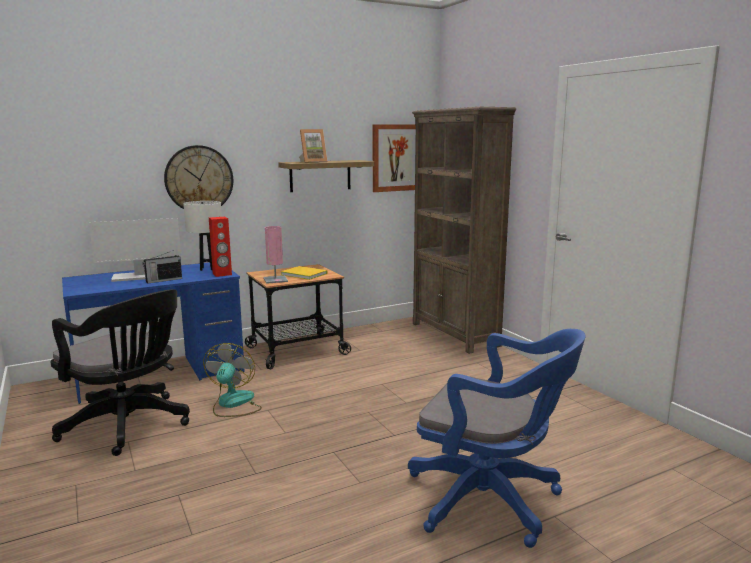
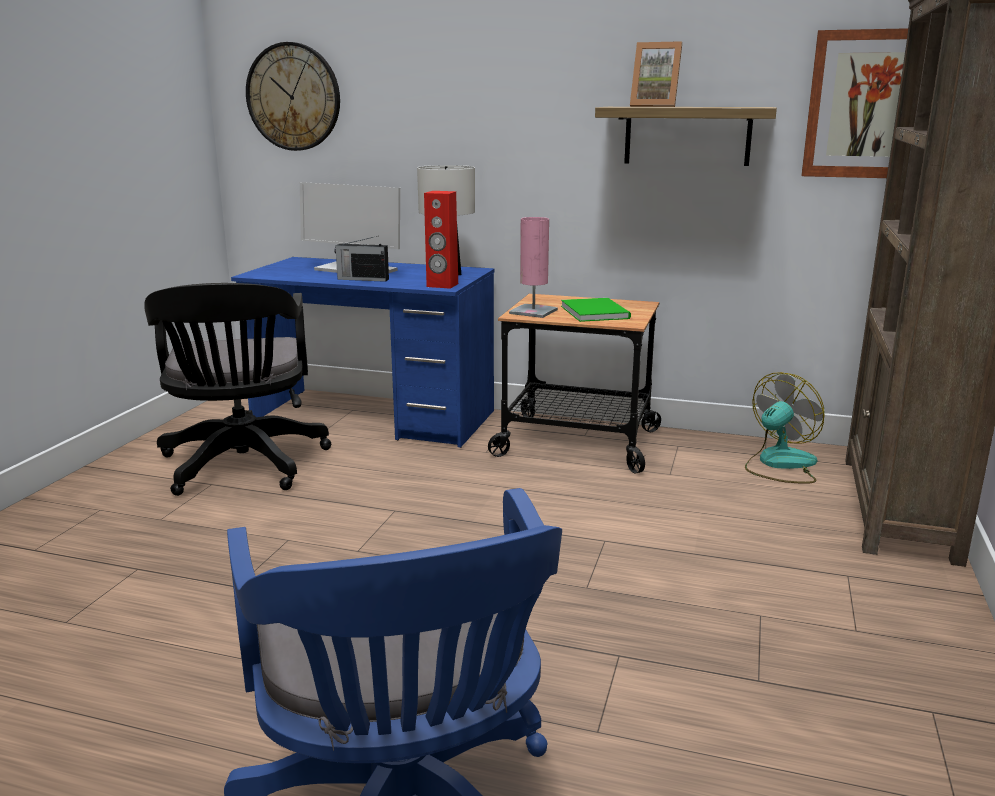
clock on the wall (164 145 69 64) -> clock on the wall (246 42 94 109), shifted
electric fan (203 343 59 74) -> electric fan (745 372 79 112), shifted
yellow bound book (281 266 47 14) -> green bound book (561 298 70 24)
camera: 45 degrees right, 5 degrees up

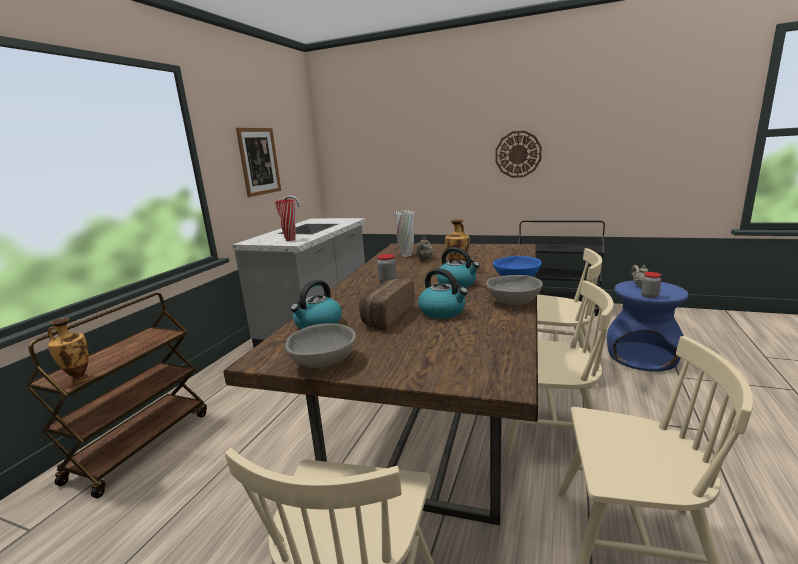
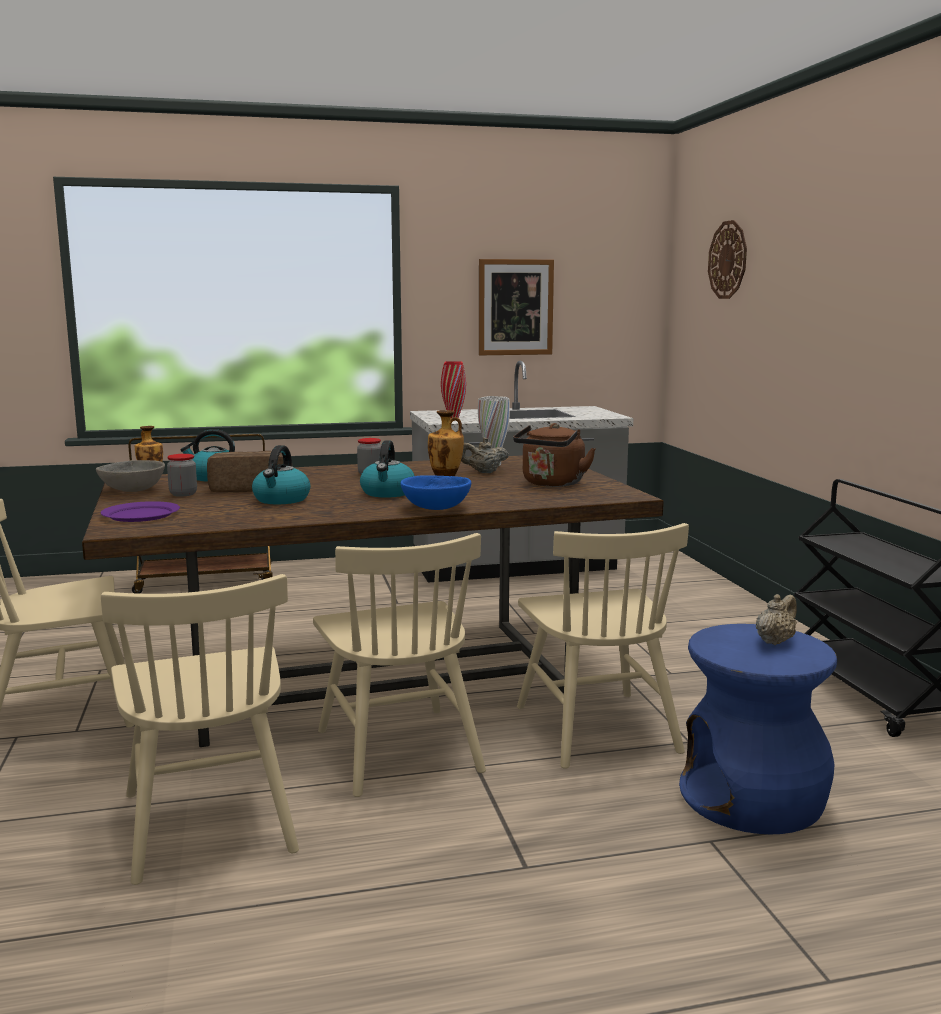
greyish serving bowl (486 275 57 30) -> none
none -> purple-coloured flat dish (101 501 79 21)
none -> brown-coloured kettle (513 423 83 64)
clock on the wall (495 131 47 47) -> clock on the wall (708 220 39 79), shifted
preserve jar (641 272 20 26) -> preserve jar (167 454 30 43), shifted
camera: 55 degrees right, 5 degrees down

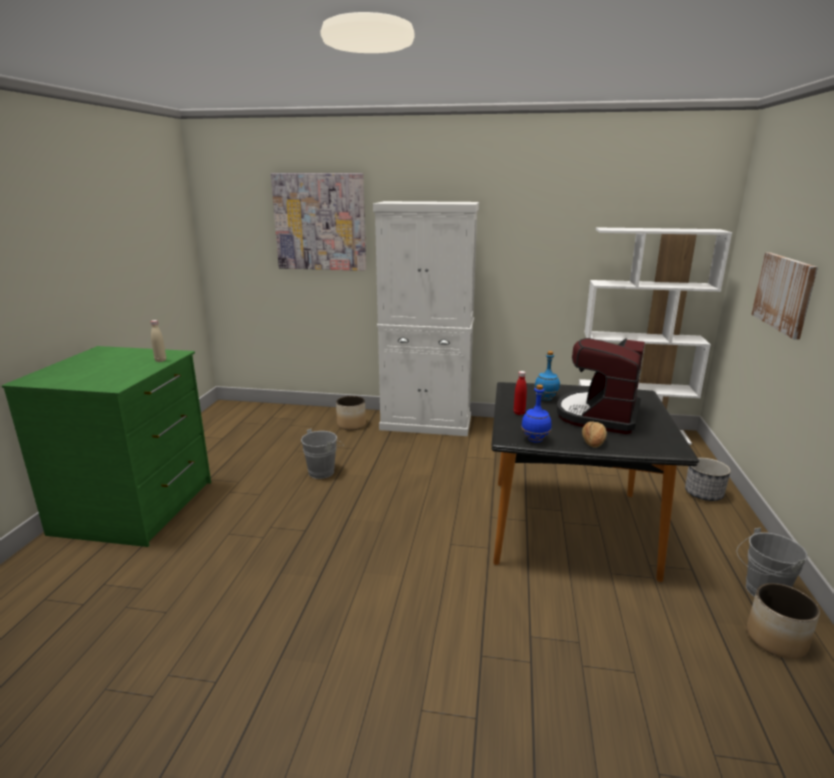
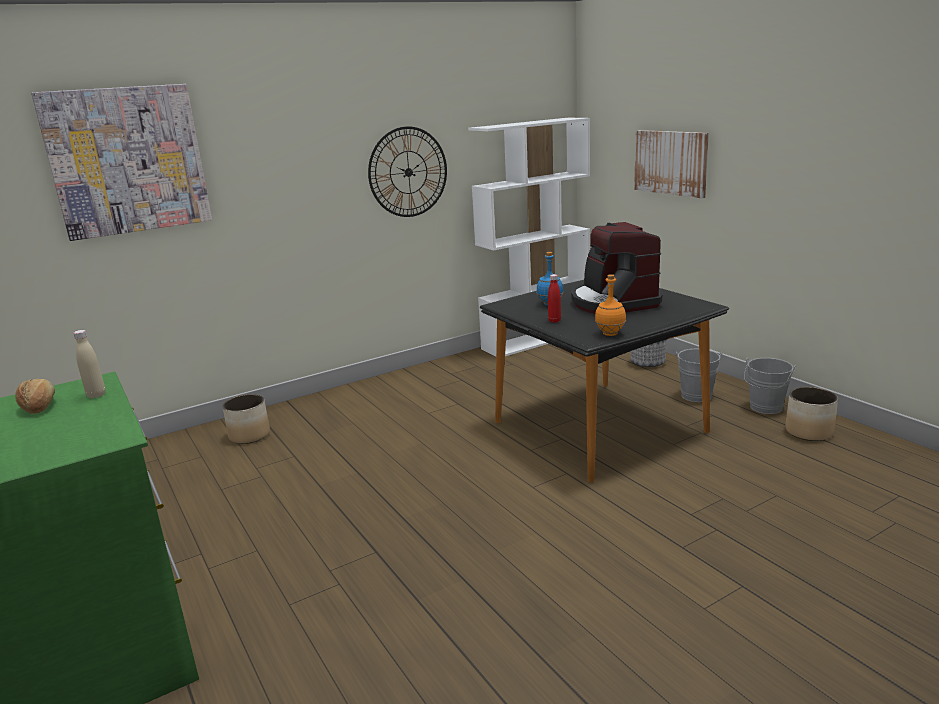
white-coloured cupboard (373 201 106 235) -> none
none -> clock on the wall (368 126 79 91)
greyish pail (301 429 43 50) -> greyish pail (676 349 46 53), shifted
bakery bread (582 421 25 27) -> bakery bread (15 379 40 35), shifted
bluish bottle (521 384 30 59) -> orange bottle (595 274 31 62)
camera: 40 degrees left, 0 degrees up

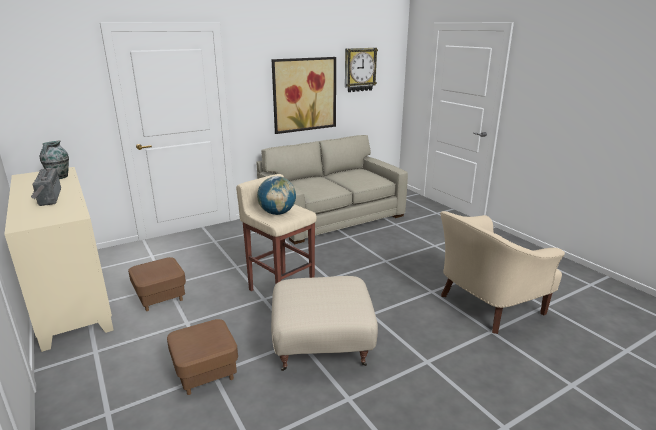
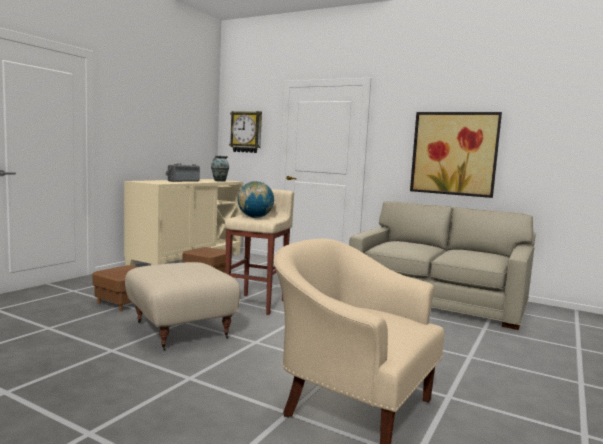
clock on the wall (345 48 33 44) -> clock on the wall (229 111 33 42), shifted
camera: 60 degrees right, 15 degrees down

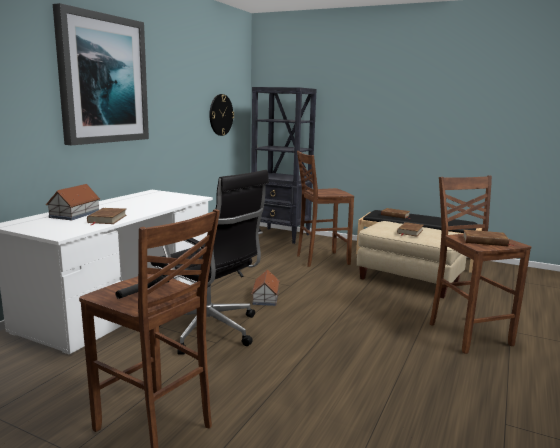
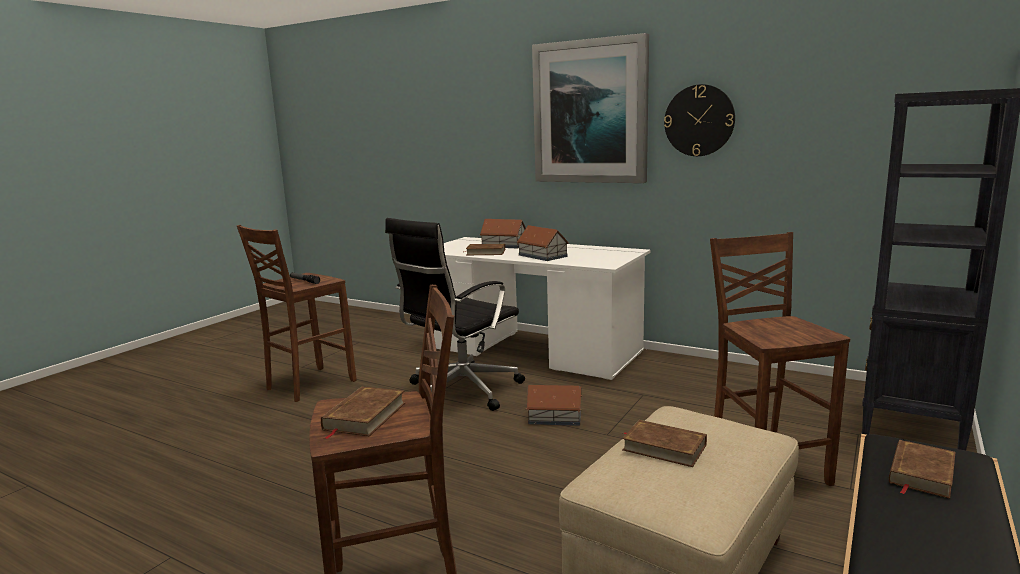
none -> model house (517 225 52 36)
clock on the wall (210 94 24 42) -> clock on the wall (664 84 71 72), shifted
camera: 95 degrees right, 0 degrees up

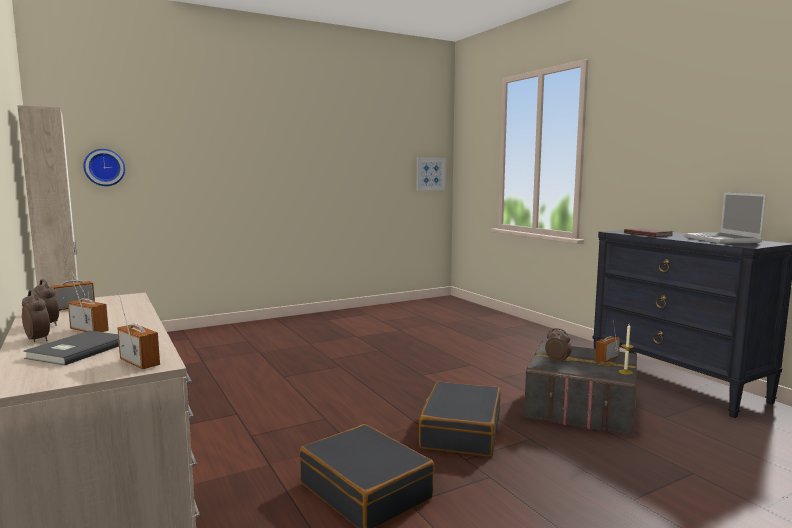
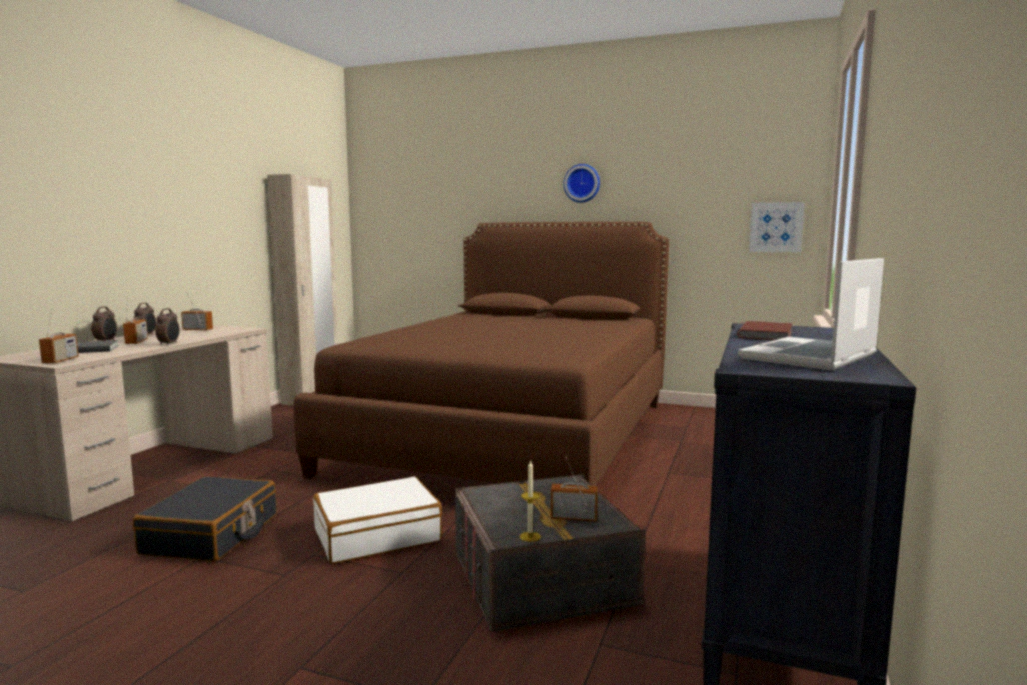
none -> brown-coloured bed (293 222 376 264)
clock on the wall (83 149 42 37) -> clock on the wall (564 164 36 39), shifted
table clock (545 328 27 35) -> table clock (155 308 24 38), shifted
black-coloured piece of luggage (419 382 82 75) -> white-coloured piece of luggage (313 476 129 88)
camera: 50 degrees right, 0 degrees up

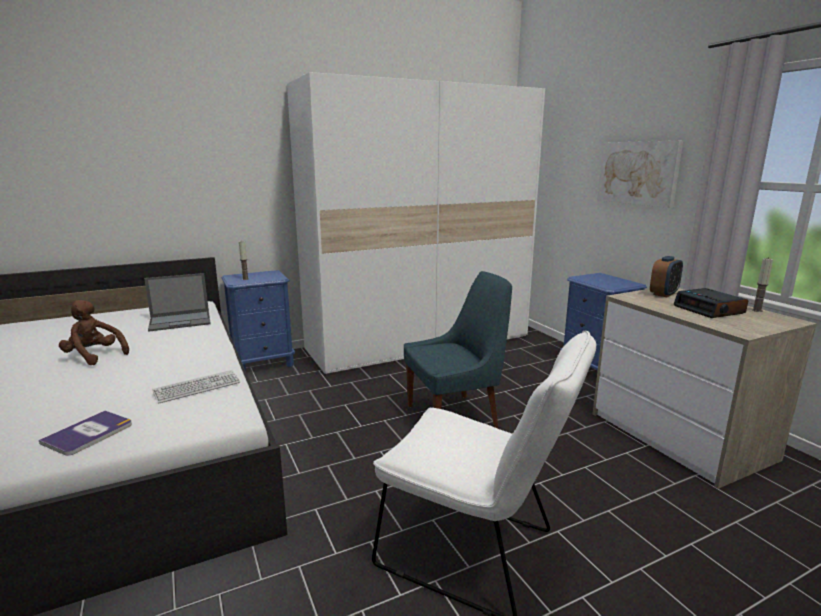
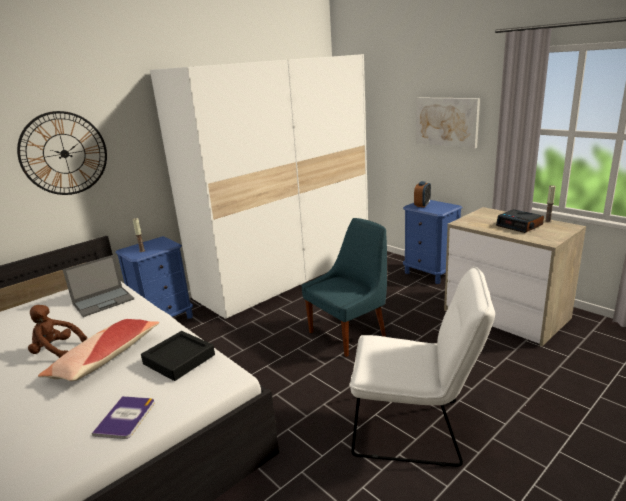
none -> clock on the wall (17 111 90 84)
none -> pillow (38 319 121 62)
table clock (650 256 33 41) -> table clock (414 181 17 26), shifted
keyboard (152 370 88 33) -> black-coloured carrying tray (141 331 74 50)
camera: 15 degrees left, 5 degrees up

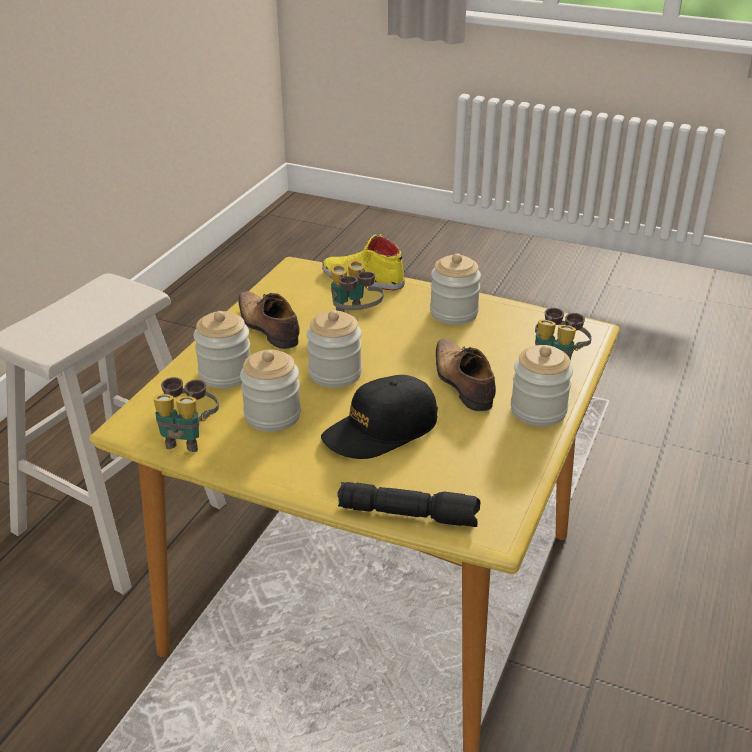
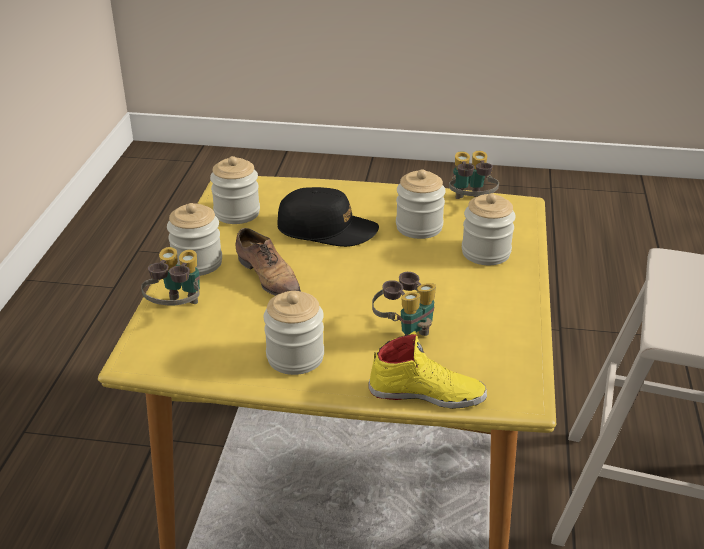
shoe (238 291 61 58) -> none
black-coloured hand torch (337 482 143 45) -> none
preserve jar (306 310 56 78) -> preserve jar (210 156 50 68), shifted
black-coloured peaked cap (321 375 117 84) -> black-coloured peaked cap (277 187 102 60), 60 degrees clockwise
camera: 165 degrees right, 0 degrees up

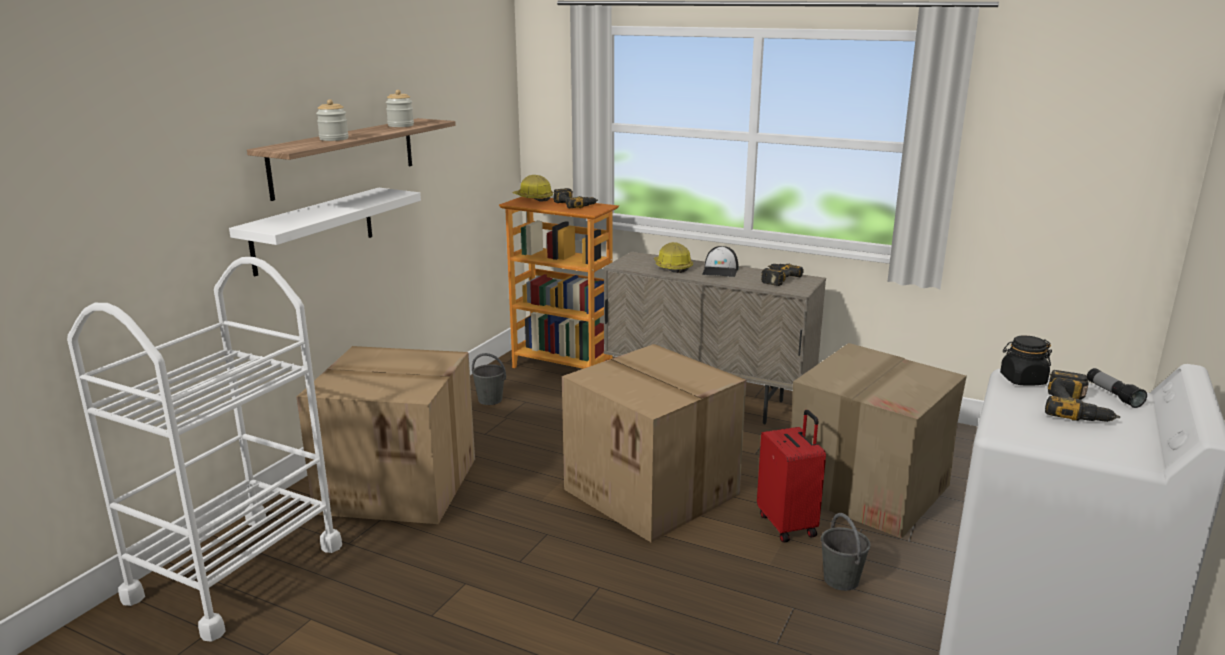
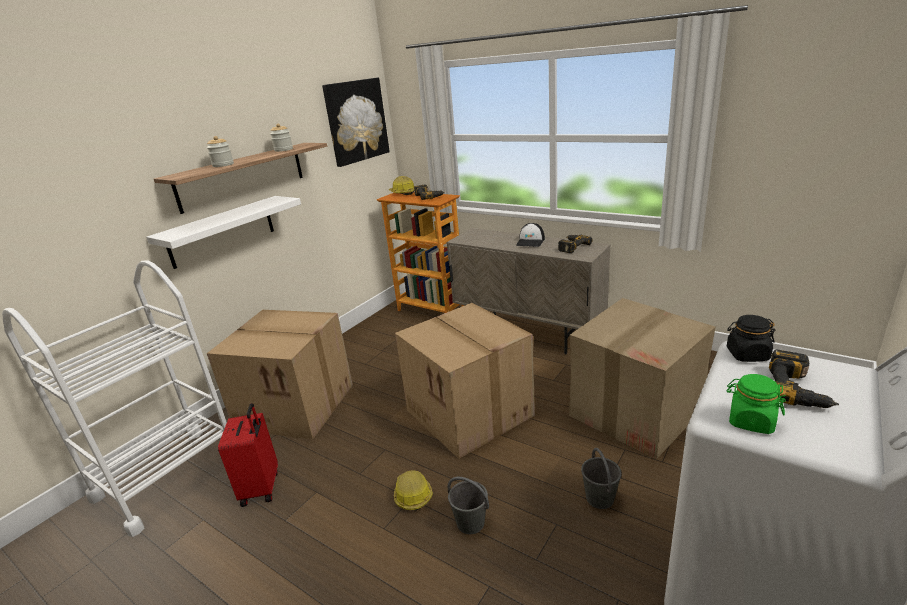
hand torch (1087 368 60 40) -> none
none -> wall art (322 78 68 89)
none -> green preserve jar (726 374 61 60)
greyish pail (472 353 34 52) -> greyish pail (448 477 41 57), shifted
safety helmet (654 242 39 31) -> safety helmet (394 470 39 41), shifted
red piece of luggage (757 410 69 133) -> red piece of luggage (218 403 60 104), shifted
camera: 10 degrees right, 5 degrees up

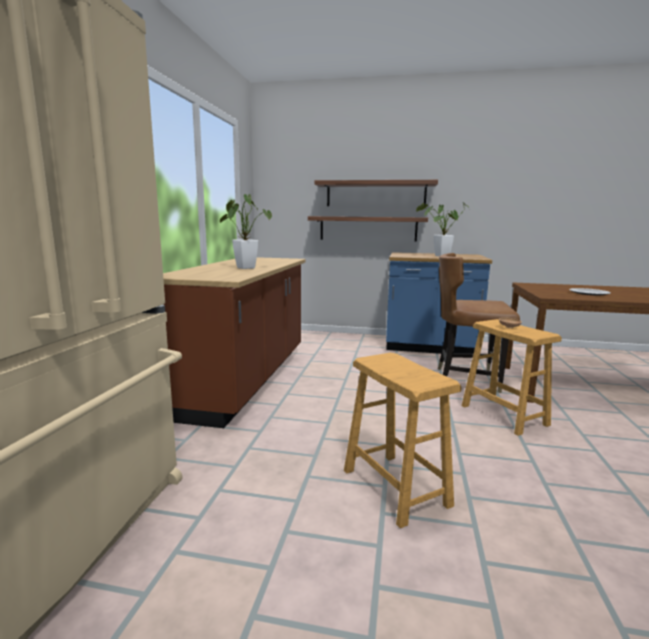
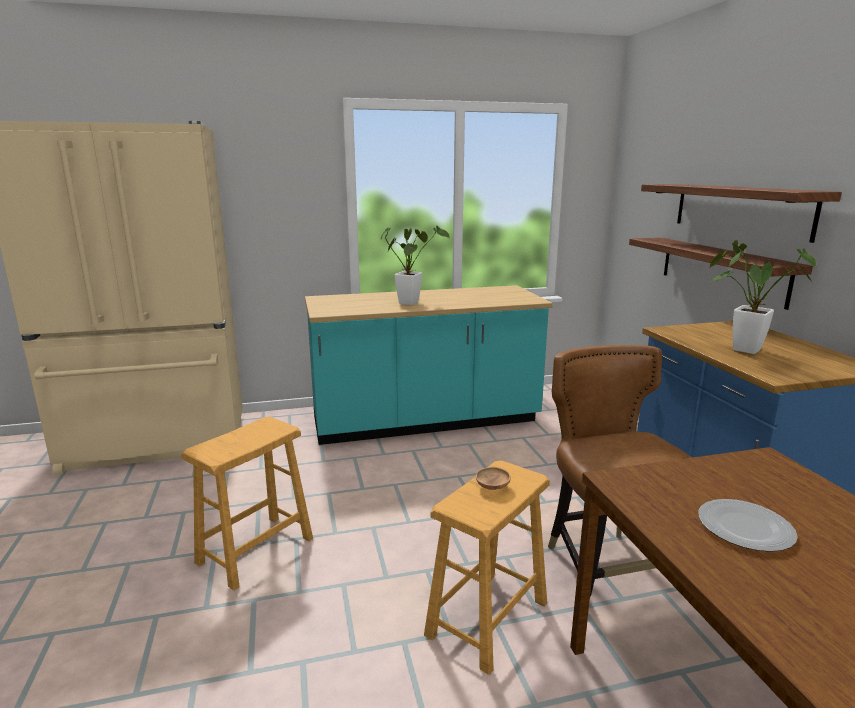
brown-coloured kitchen base unit (163 257 143 171) -> turquoise-coloured kitchen base unit (305 285 248 160)
camera: 65 degrees right, 5 degrees up

